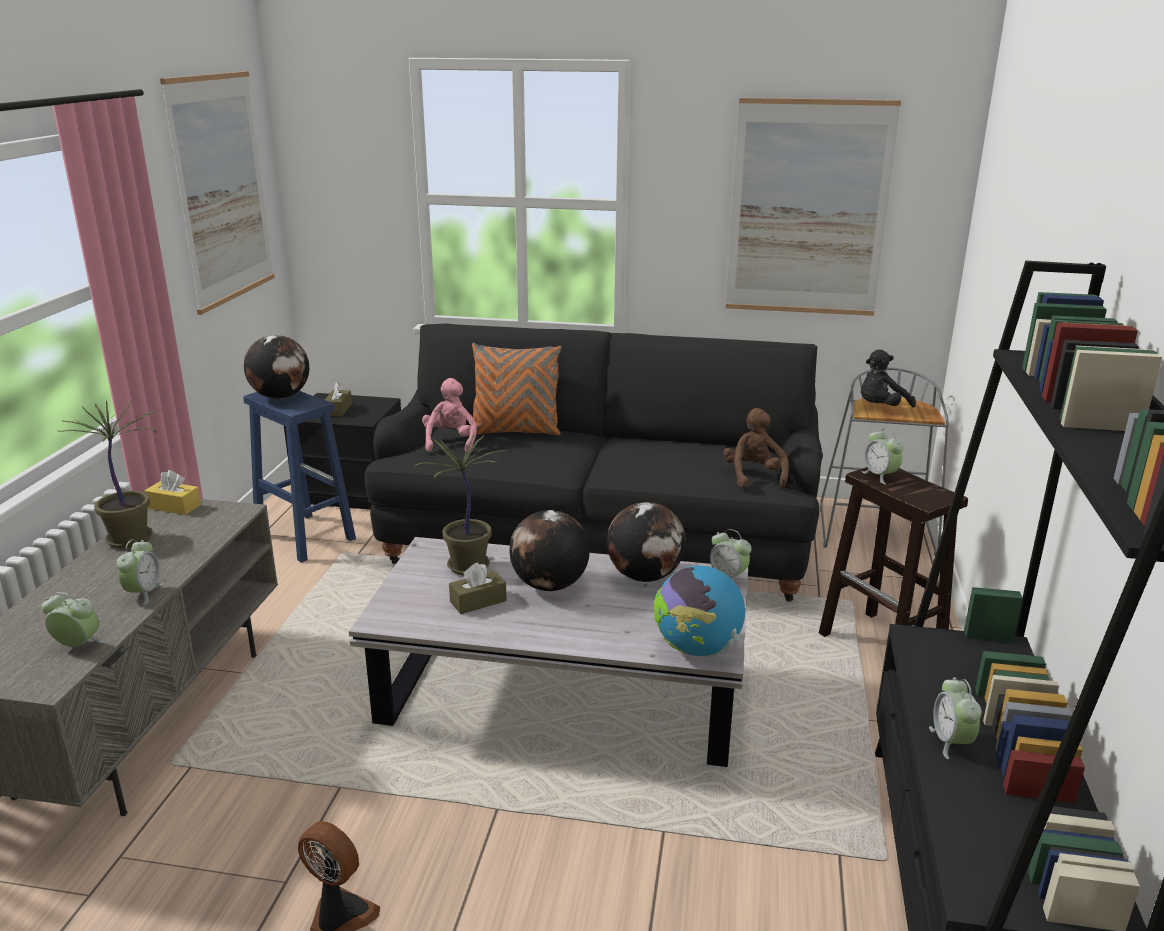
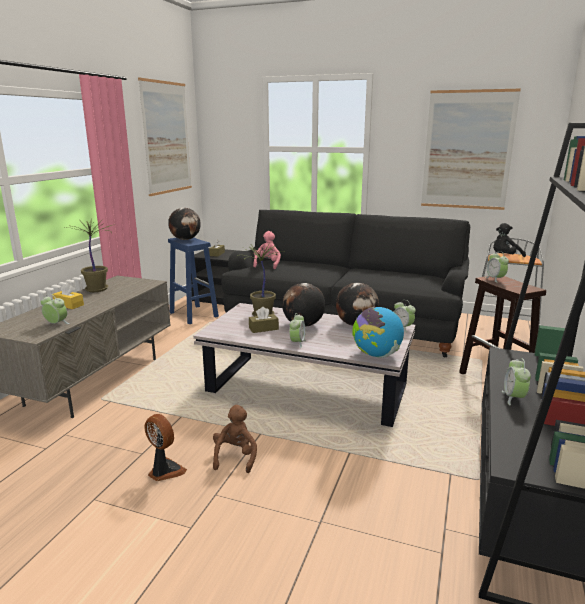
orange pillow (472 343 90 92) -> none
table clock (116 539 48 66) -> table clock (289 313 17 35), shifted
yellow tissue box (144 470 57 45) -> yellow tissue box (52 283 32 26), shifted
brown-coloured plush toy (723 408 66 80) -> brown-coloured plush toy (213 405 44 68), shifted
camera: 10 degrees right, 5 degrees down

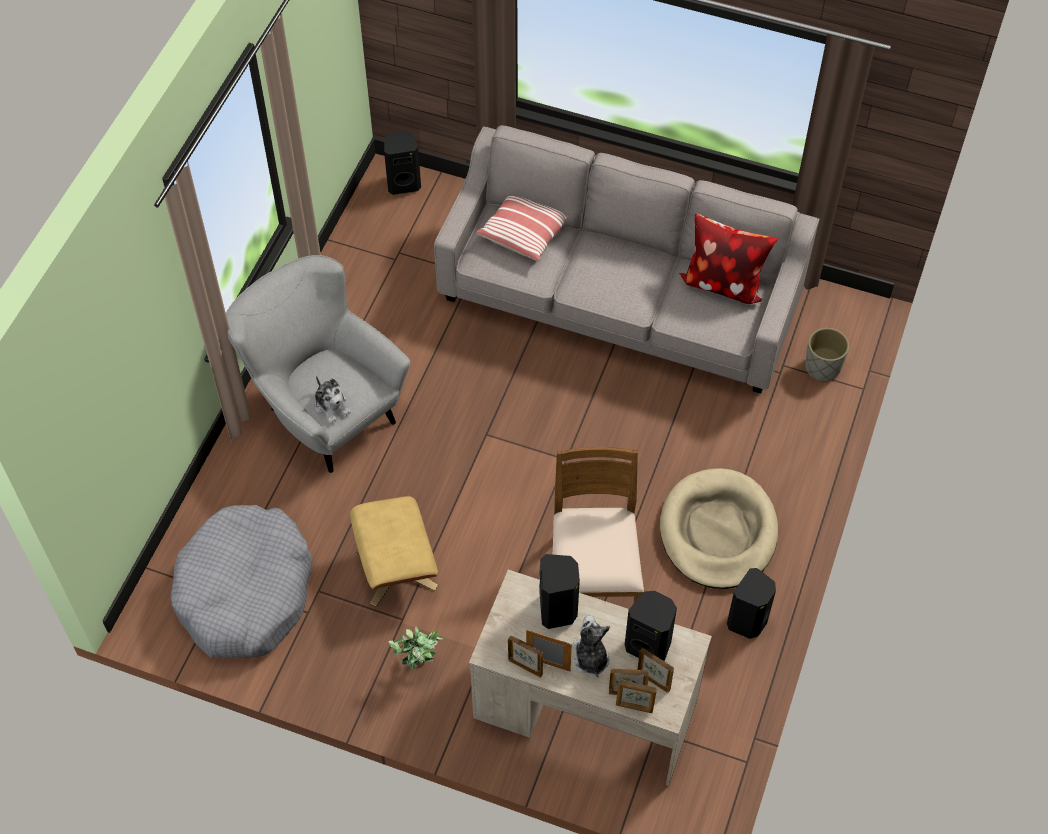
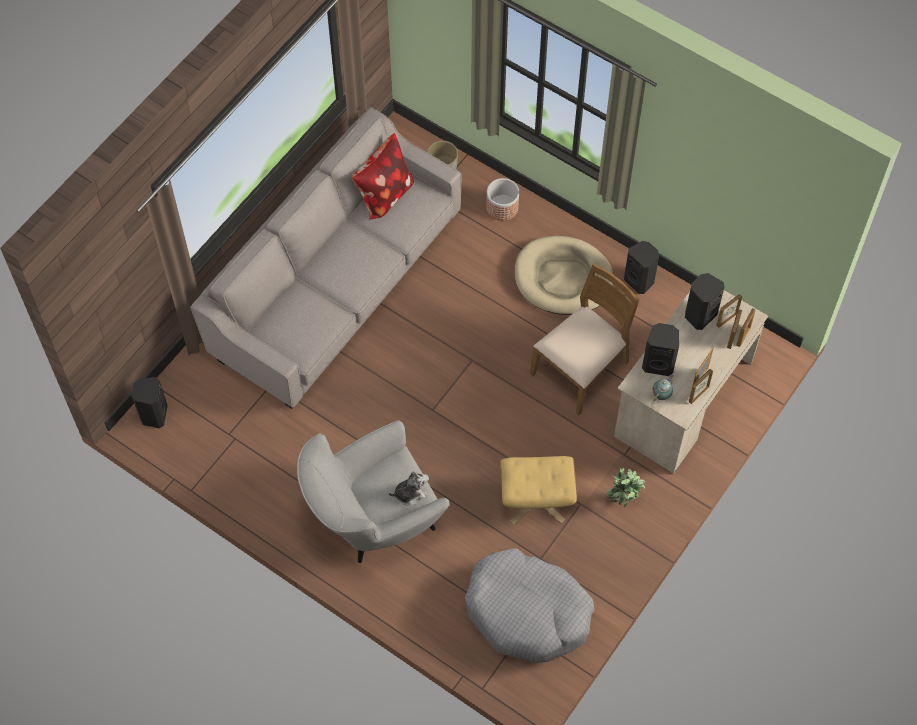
pillow (476 196 92 65) -> none
plush toy (572 615 38 63) -> none
none -> plant pot (486 178 33 43)
none -> tea pot (653 374 21 27)
brown-coloured upright chair (553 447 91 156) -> brown-coloured upright chair (530 263 110 152), 120 degrees clockwise
camera: 75 degrees left, 5 degrees up

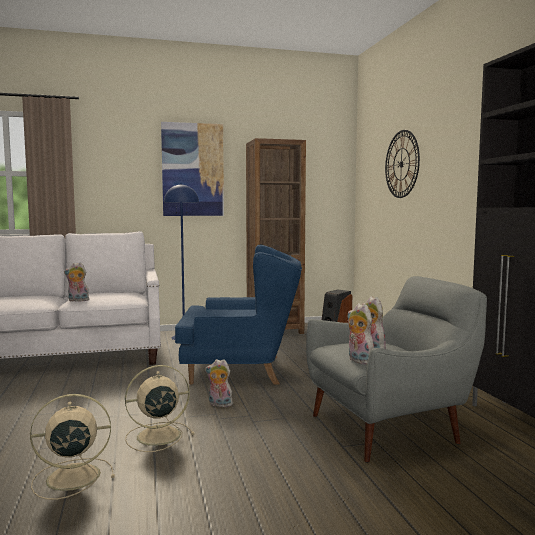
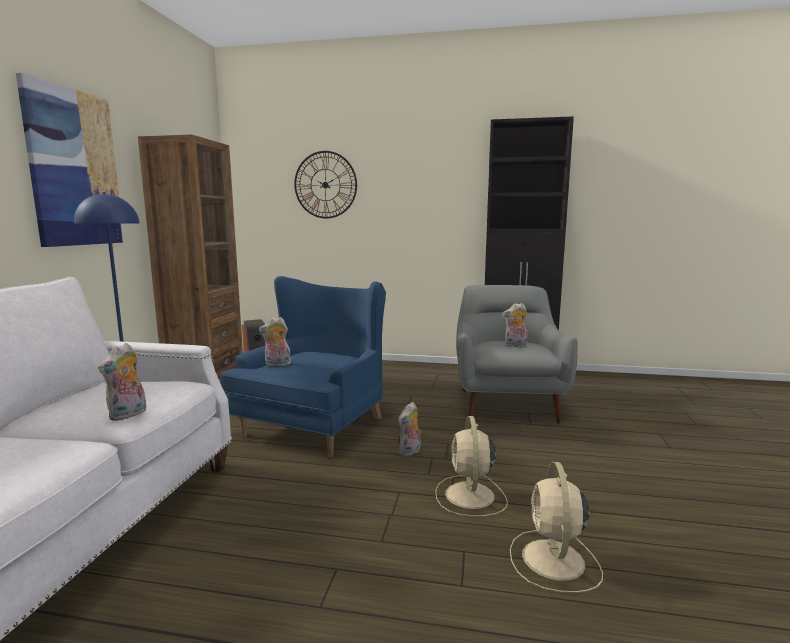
plush toy (347 303 27 62) -> plush toy (259 317 32 49), shifted
camera: 65 degrees left, 5 degrees up

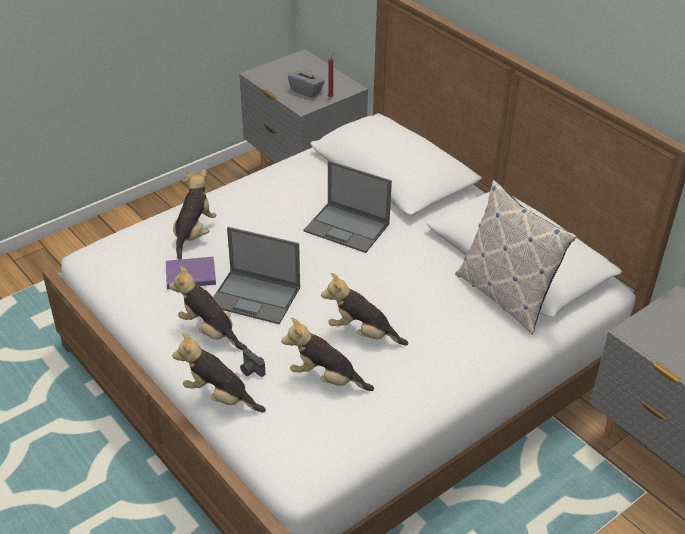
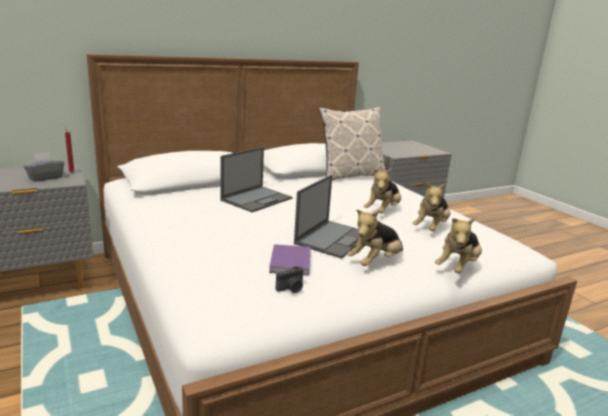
plush toy (173 169 44 91) -> none
photo camera (240 348 25 29) -> photo camera (276 266 27 27), shifted
camera: 80 degrees left, 20 degrees down

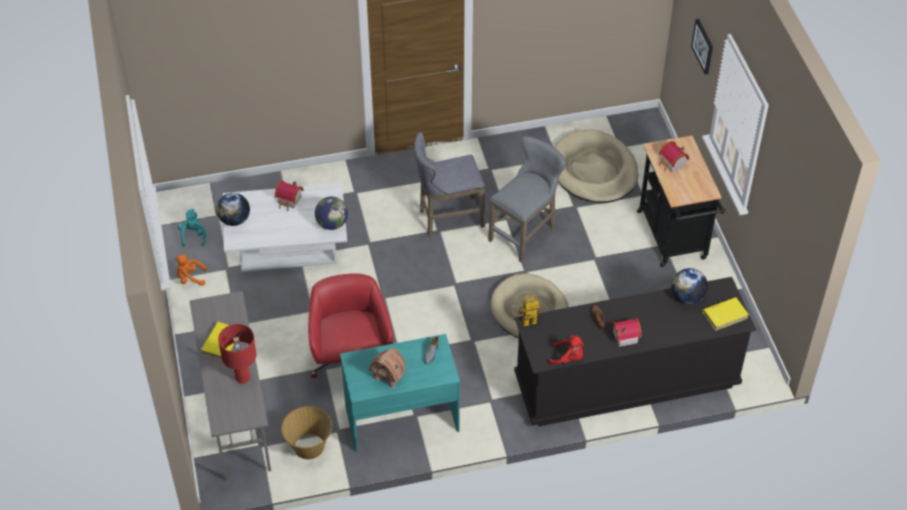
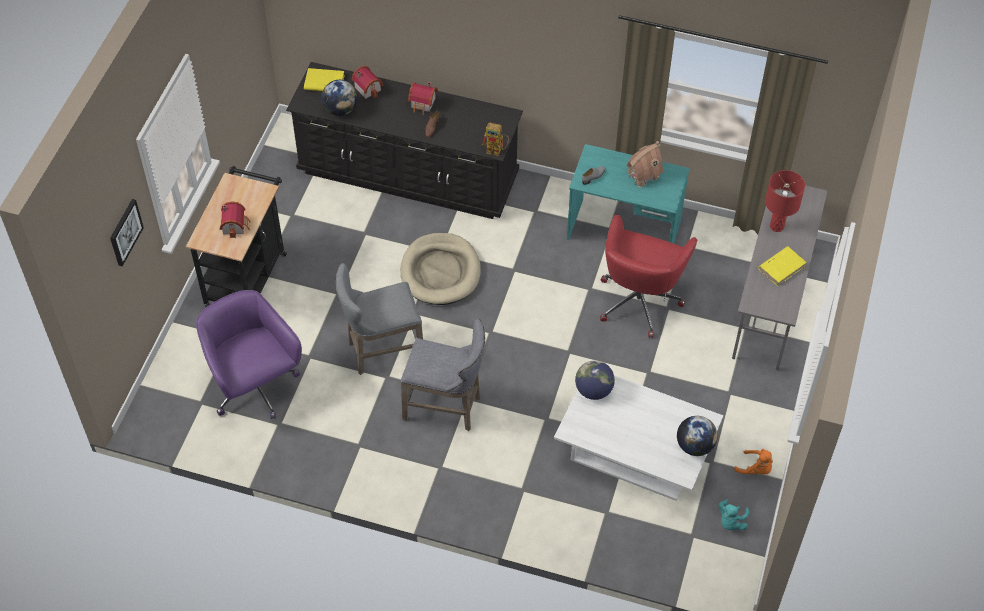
storage basket (281 406 51 53) -> none
red plush toy (549 335 35 30) -> none
model house (275 181 29 30) -> model house (351 66 32 33), shifted
sand-coloured pet bed (554 130 84 73) -> purple-coloured desk chair (196 290 106 129)
camera: 150 degrees left, 5 degrees up

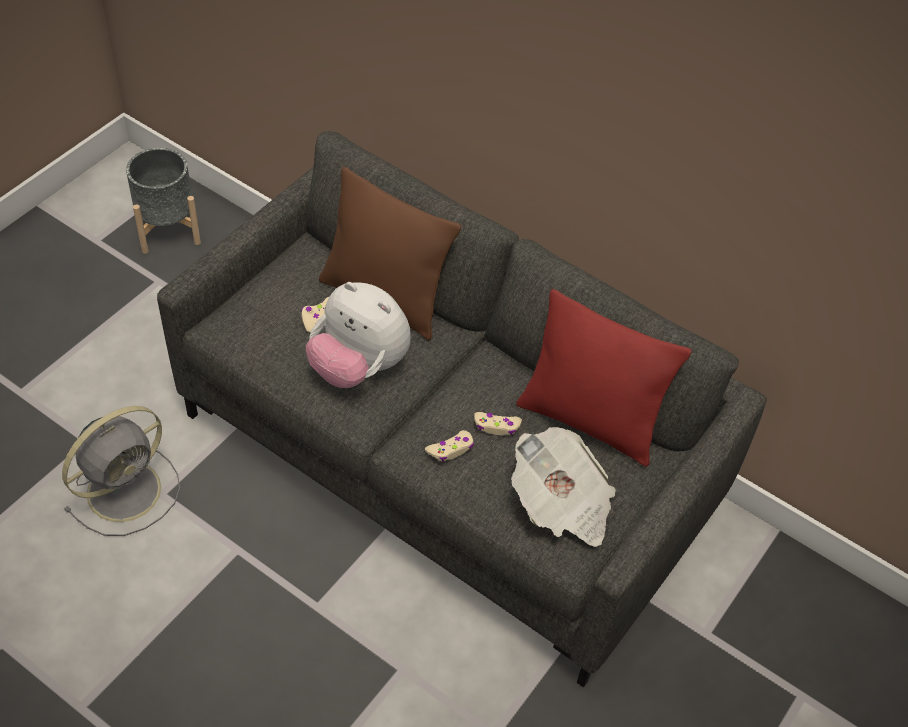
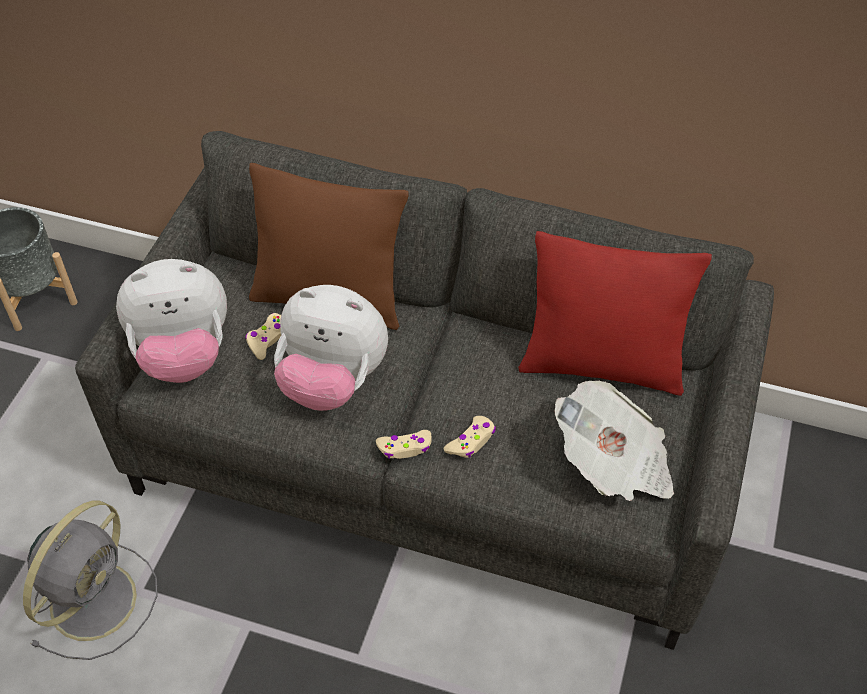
none -> plush toy (116 259 111 124)
sand-coloured game controller (474 412 48 23) -> sand-coloured game controller (376 430 56 29), shifted
camera: 15 degrees left, 0 degrees up

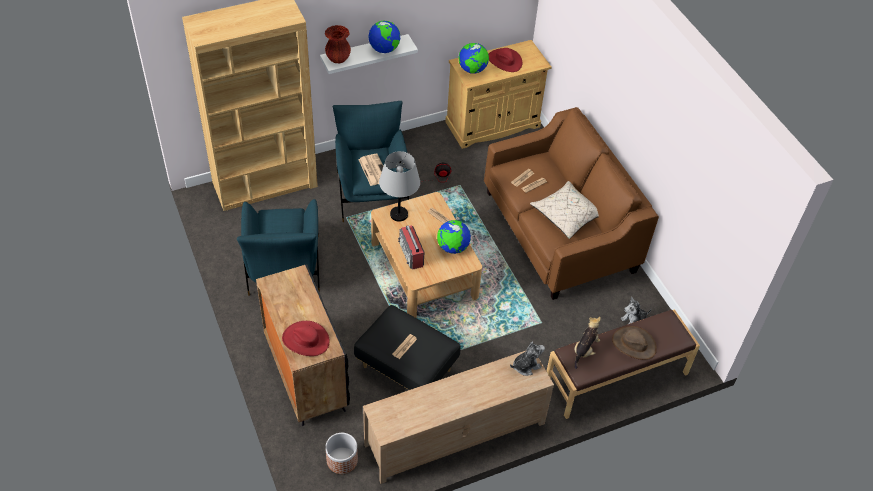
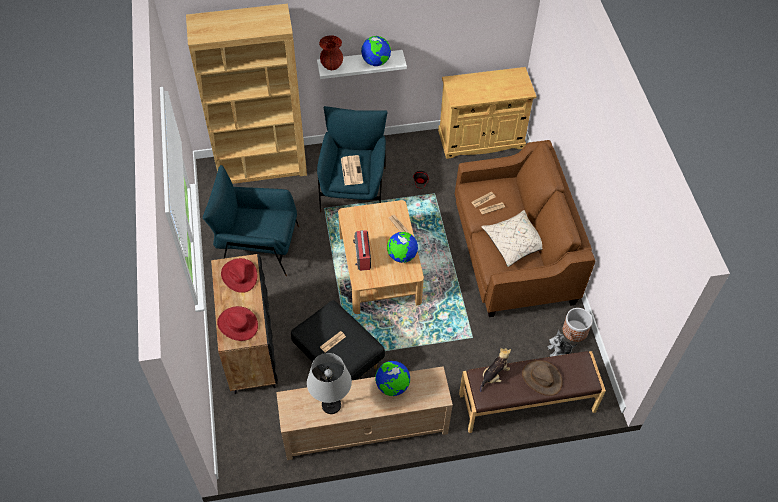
plush toy (510 342 35 34) -> none
plant pot (325 433 33 41) -> plant pot (563 308 30 34), shifted
greyish tabletop lamp (379 151 41 70) -> greyish tabletop lamp (307 353 45 61), shifted
globe (458 43 31 31) -> globe (375 361 35 35), shifted
red hat (489 48 34 24) -> red hat (221 258 36 35), shifted
bluish armchair (237 199 83 97) -> bluish armchair (203 165 96 111), 90 degrees clockwise
camera: 15 degrees right, 5 degrees up

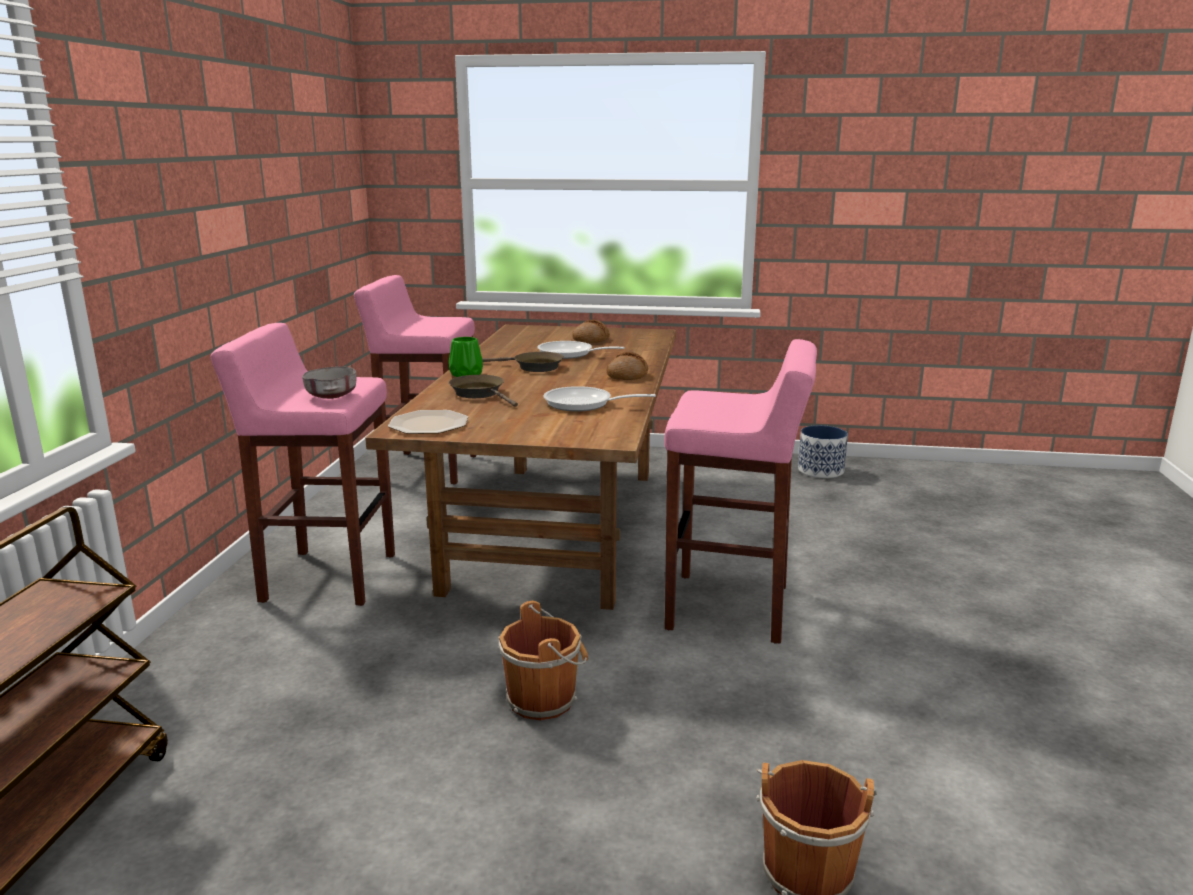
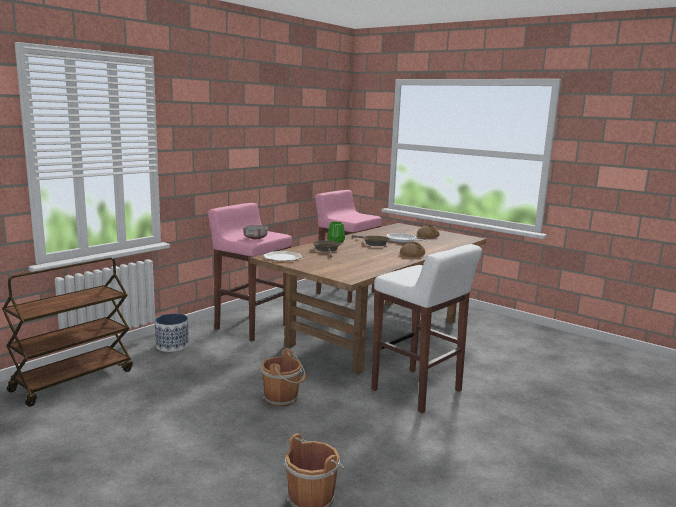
skillet (543 386 113 25) -> none
plant pot (798 425 50 53) -> plant pot (155 313 34 39), shifted
pinkish stool seat (664 339 153 305) -> white-coloured stool seat (371 244 111 169)
camera: 30 degrees right, 5 degrees down

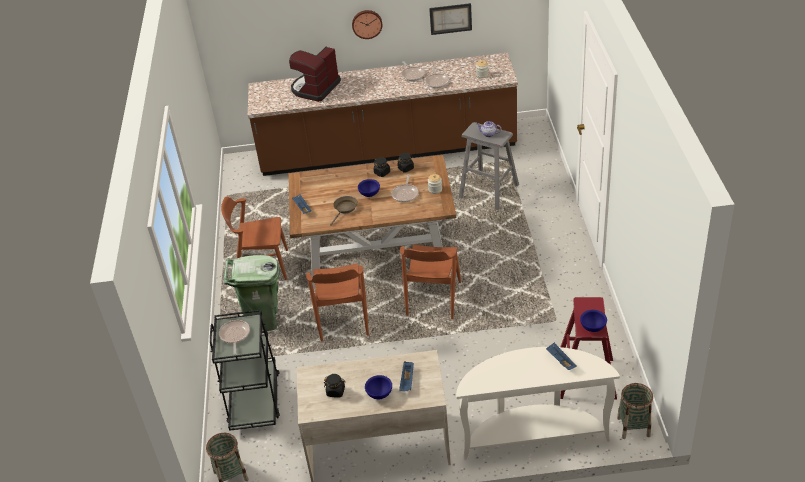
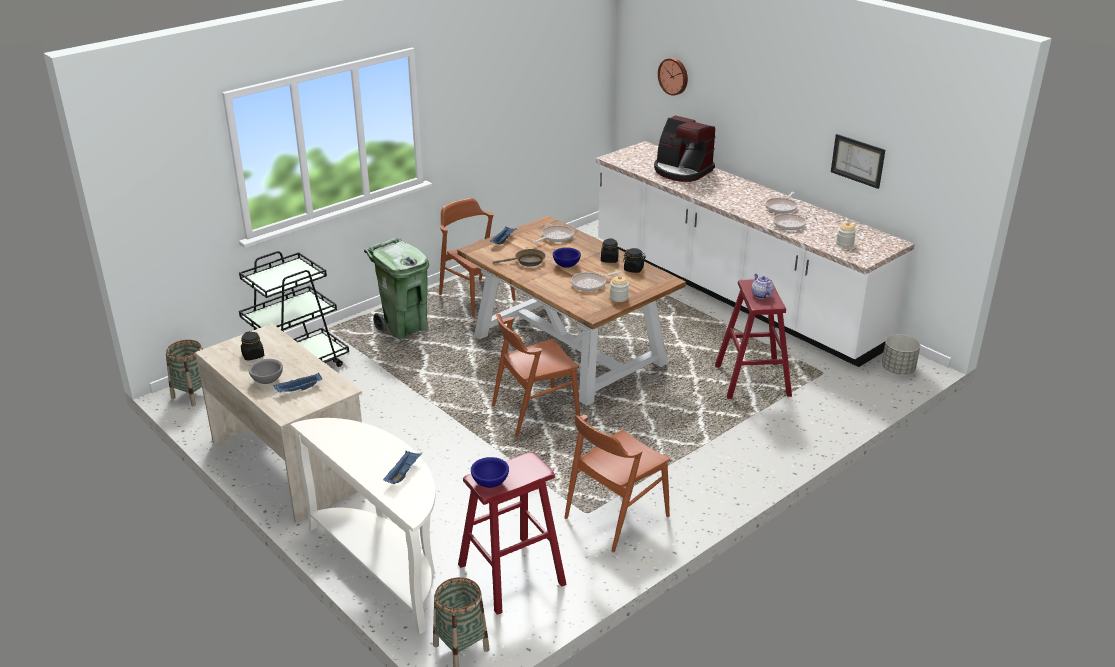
none -> greyish plant pot (882 334 38 41)
skillet (219 320 31 35) -> skillet (533 225 41 18), shifted
brown-coloured upright chair (306 263 63 79) -> brown-coloured upright chair (564 415 106 137), shifted
clock on the wall (352 10 30 29) -> clock on the wall (658 58 30 38), shifted
brown-coloured kitchen base unit (248 52 270 124) -> white-coloured kitchen base unit (596 141 319 226)
bluish serving bowl (365 375 27 24) -> greyish serving bowl (248 359 35 25)
greyish stool seat (459 122 60 88) -> red stool seat (715 279 77 120)
coffee maker (289 46 52 56) -> coffee maker (654 115 62 67), 135 degrees counterclockwise
camera: 50 degrees right, 10 degrees down

